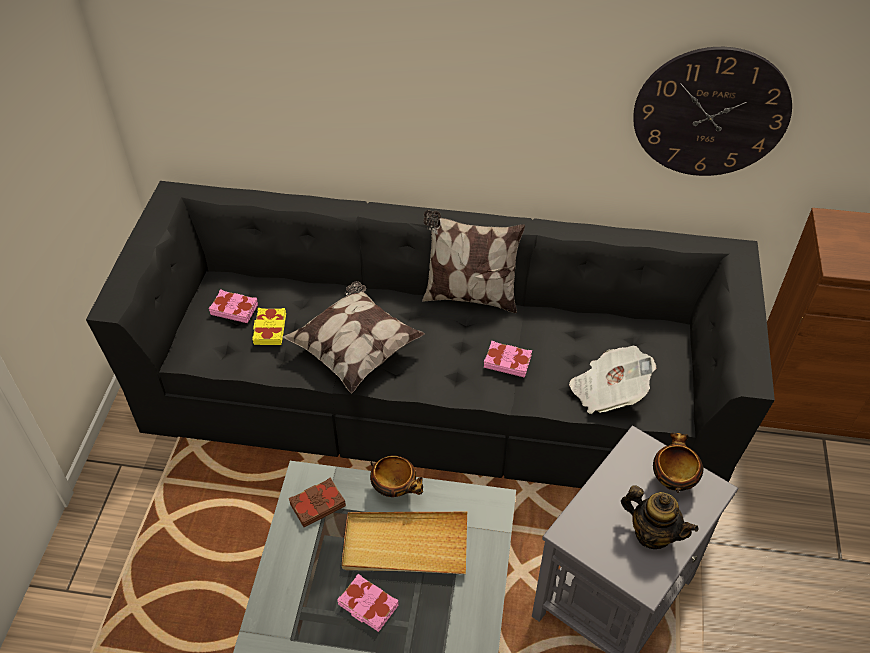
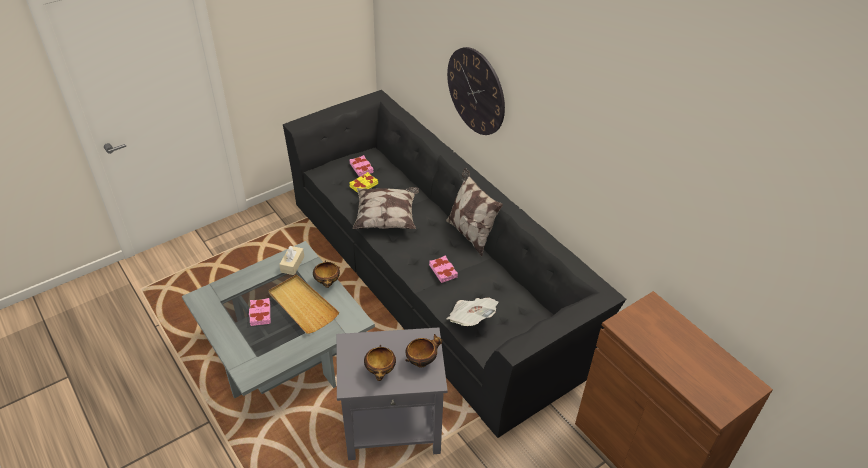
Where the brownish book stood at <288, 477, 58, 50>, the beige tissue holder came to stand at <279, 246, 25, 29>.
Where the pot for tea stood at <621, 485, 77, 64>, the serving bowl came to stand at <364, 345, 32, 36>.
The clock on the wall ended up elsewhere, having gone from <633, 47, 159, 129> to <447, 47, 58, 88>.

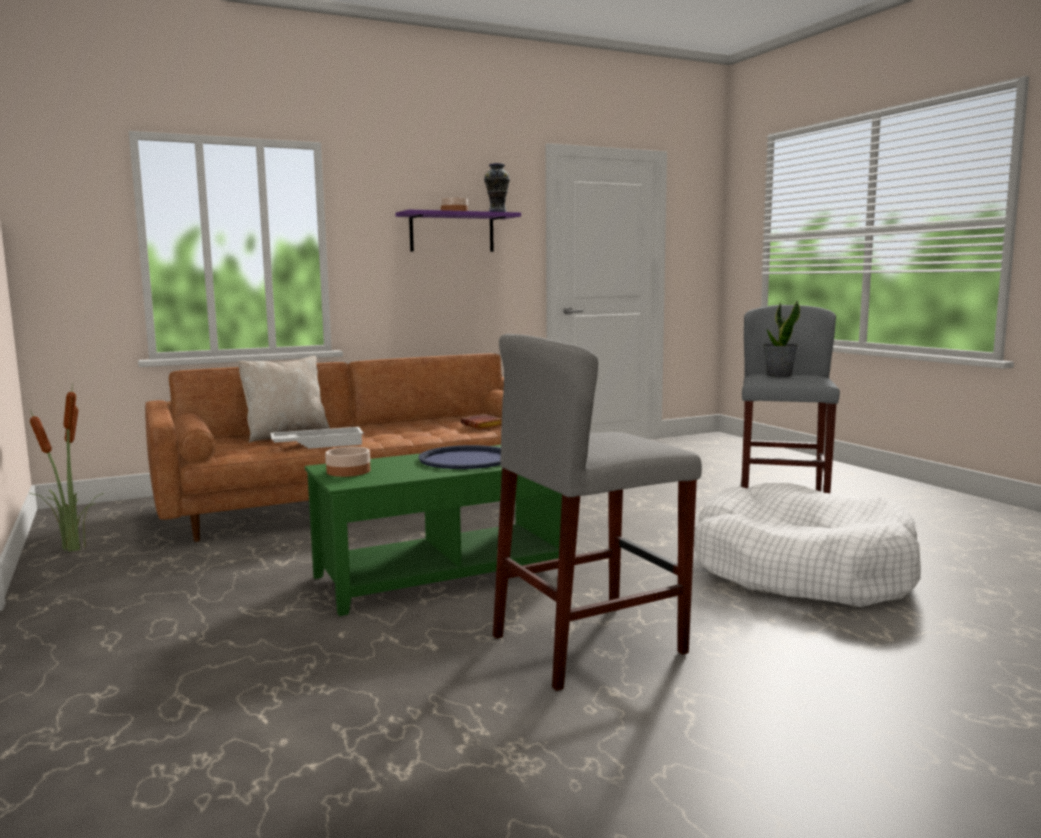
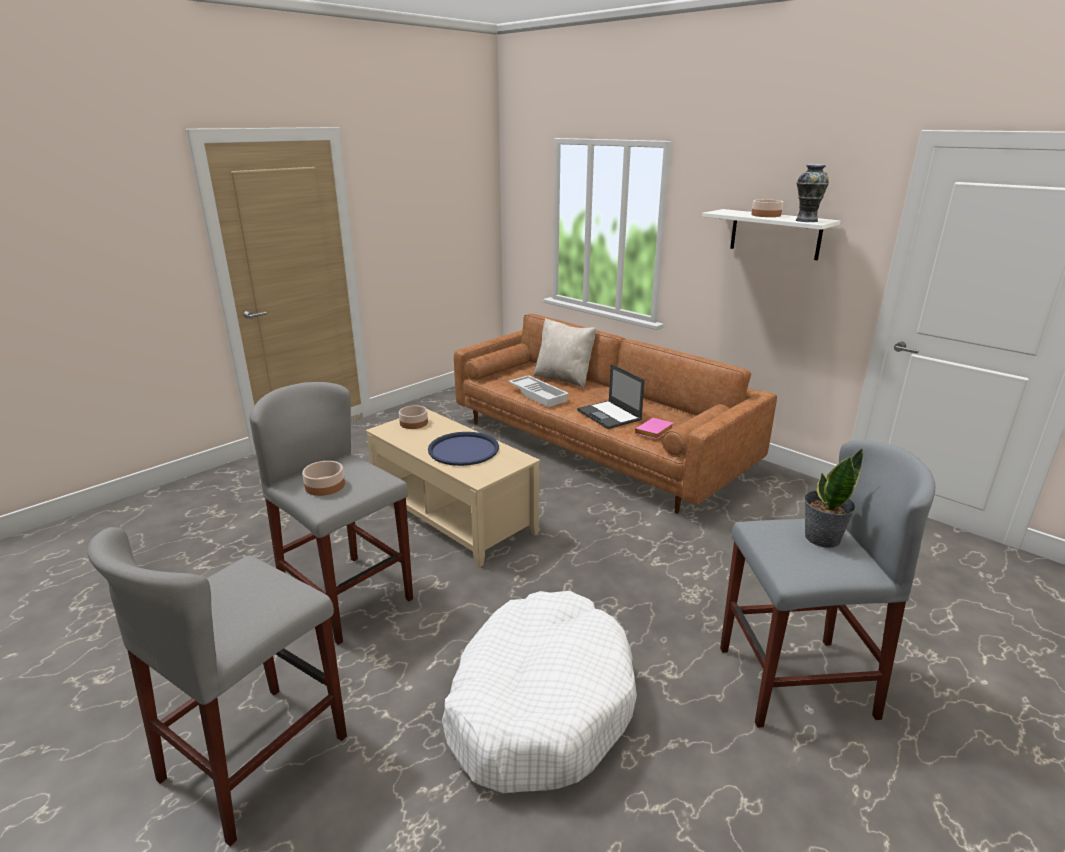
The second view gained the grey stool seat at <87, 527, 260, 319>.
The second view gained the serving bowl at <302, 461, 43, 35>.
What was the green coffee table at <305, 445, 257, 171> turned into the beige coffee table at <366, 409, 174, 158>.
The second view gained the notebook computer at <577, 364, 68, 65>.
What was the brownish book at <461, 414, 41, 16> turned into the pink-coloured book at <635, 418, 38, 21>.
What was the purple-coloured shelf at <396, 209, 125, 43> turned into the white-coloured shelf at <702, 209, 138, 51>.
The second view lost the plant in a pot at <29, 383, 75, 169>.

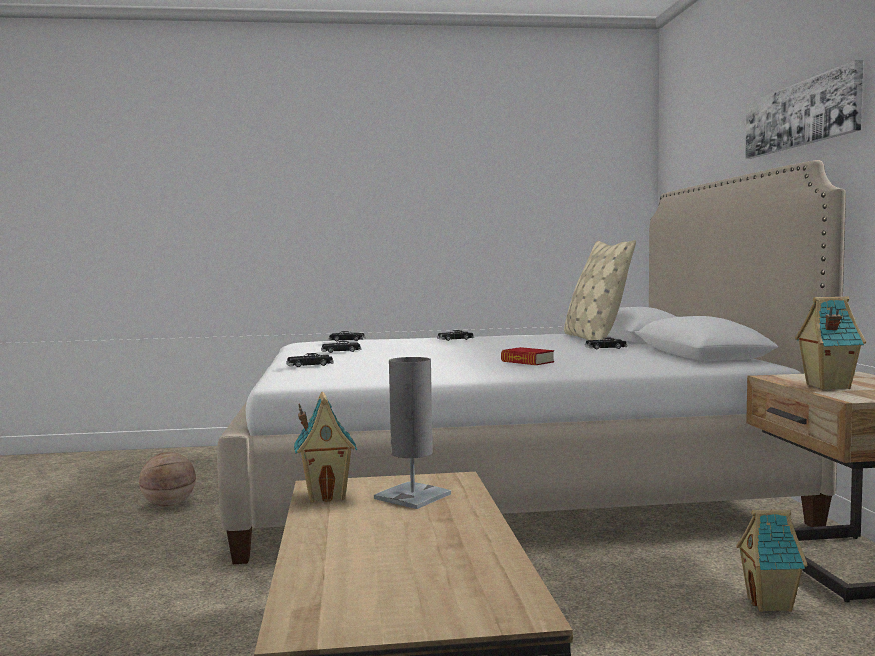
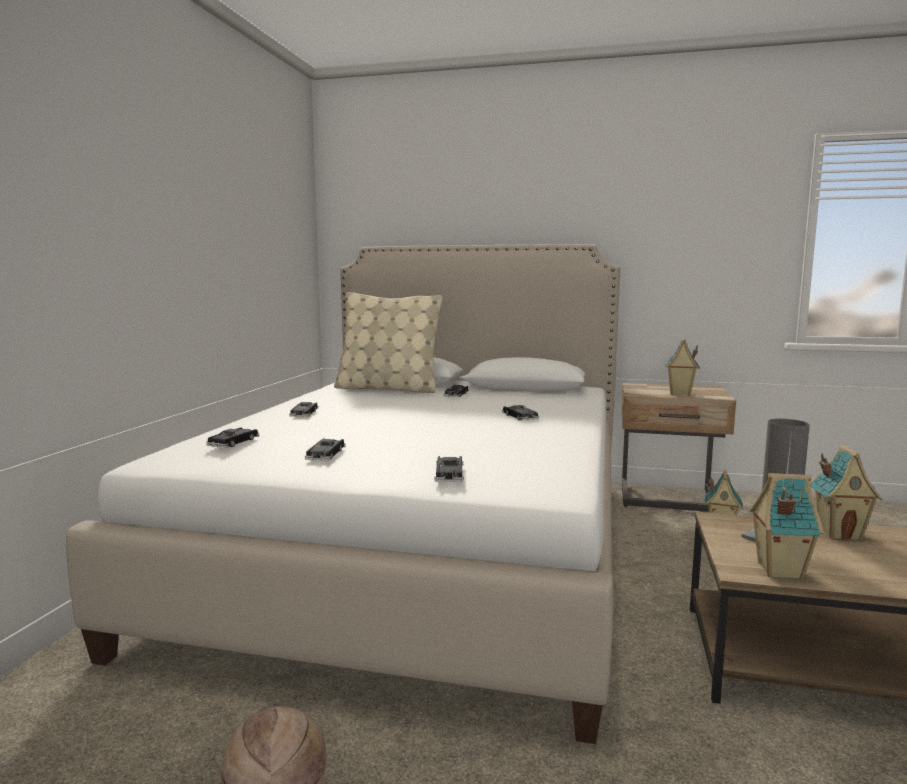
Where the book stood at <501, 347, 53, 18>, the blackish toy car came to stand at <502, 405, 37, 15>.
The second view gained the toy house at <810, 445, 72, 96>.
The second view lost the picture at <745, 60, 119, 98>.

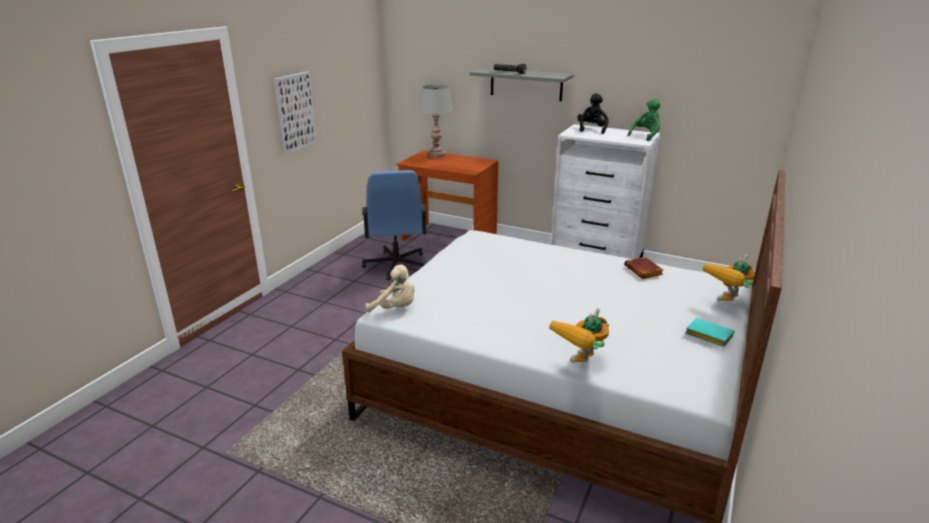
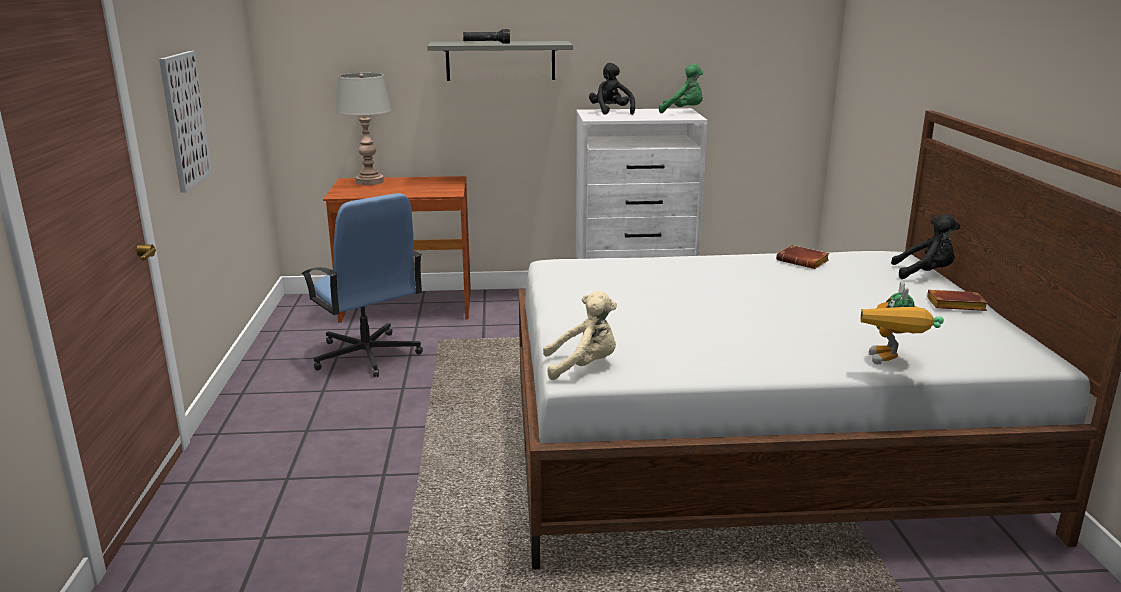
The green cuddly toy at <628, 99, 33, 42> ended up facing another way, 90 degrees clockwise from before.
Where the toy robot stood at <703, 254, 52, 47>, the blackish cuddly toy came to stand at <891, 214, 69, 65>.
What was the turquoise book at <685, 318, 49, 29> turned into the brownish book at <927, 290, 61, 21>.

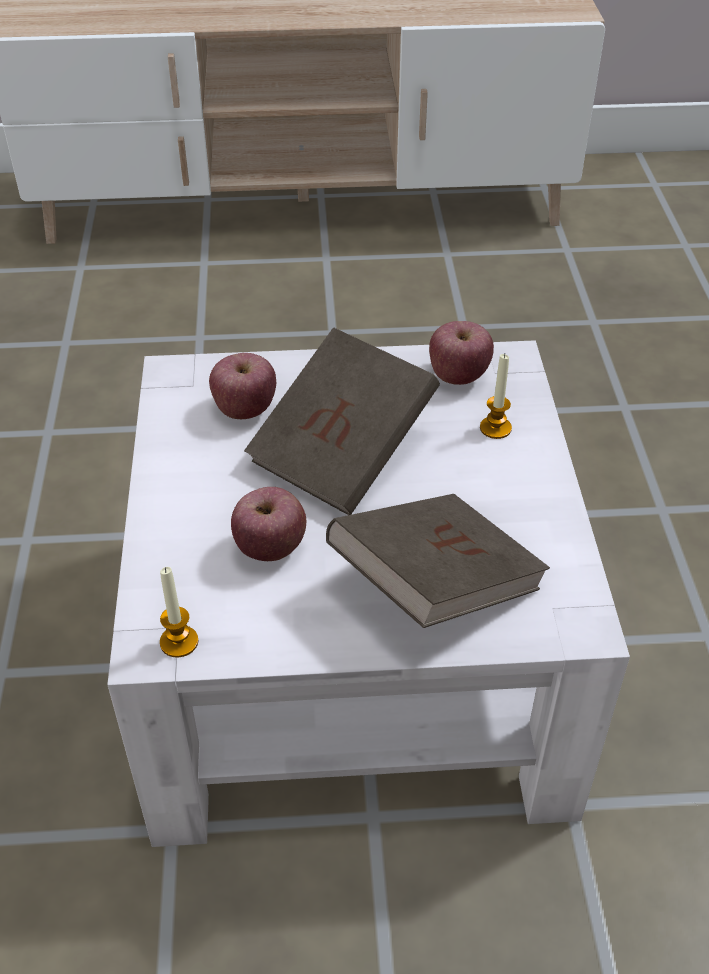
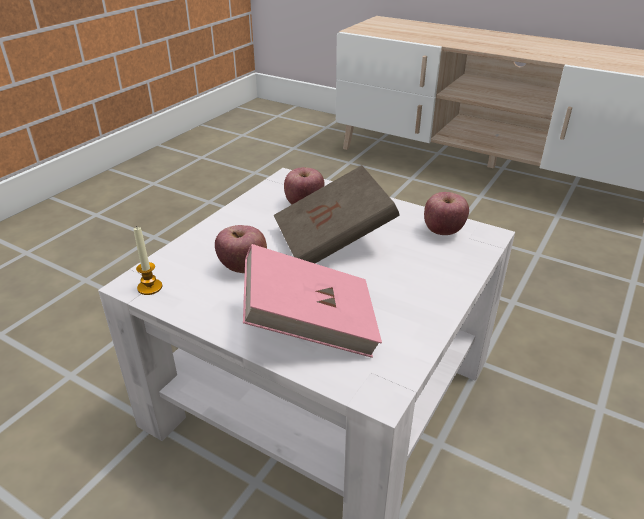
What was the brownish book at <326, 494, 224, 134> turned into the pink-coloured book at <243, 244, 139, 114>.
The second view lost the wax light at <480, 354, 32, 85>.

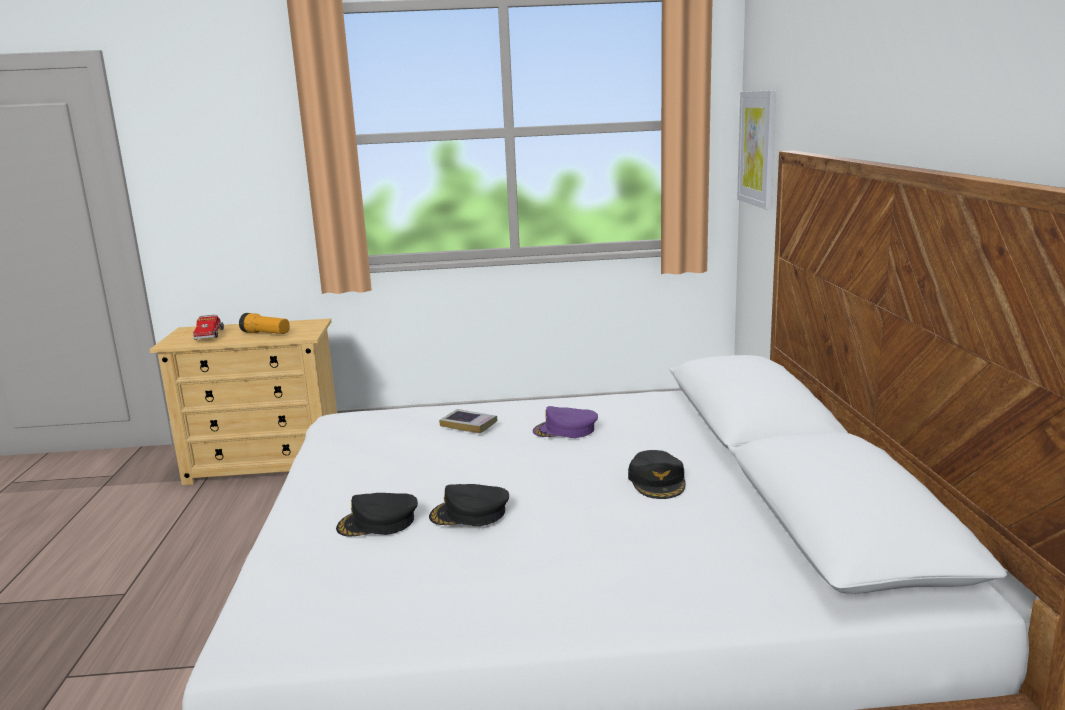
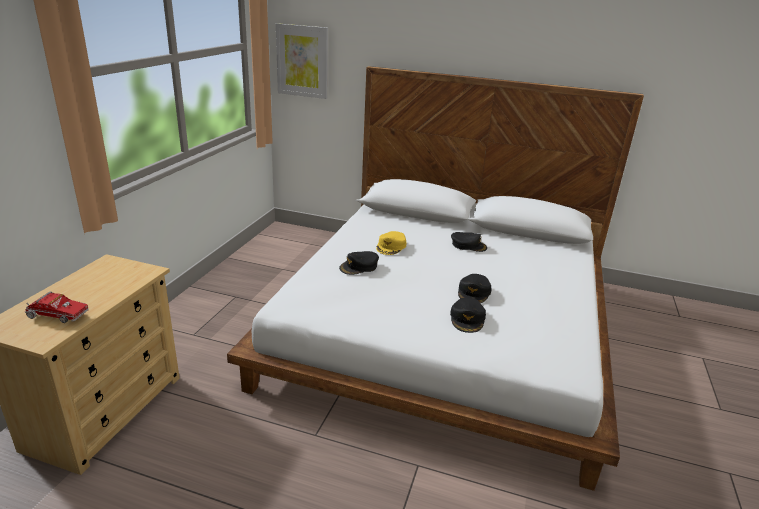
Where the book stood at <439, 409, 59, 25>, the blackish cap came to stand at <339, 251, 40, 24>.
What was the purple-coloured cap at <533, 406, 65, 32> turned into the yellow cap at <376, 231, 31, 24>.
The second view lost the flashlight at <239, 313, 51, 21>.

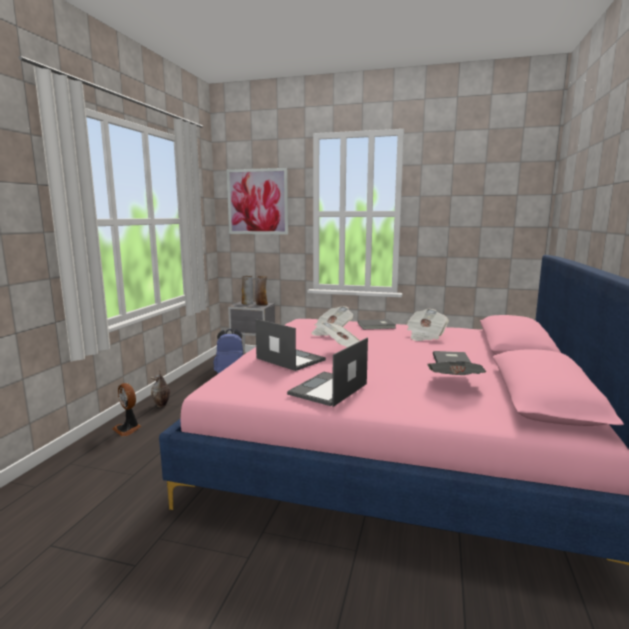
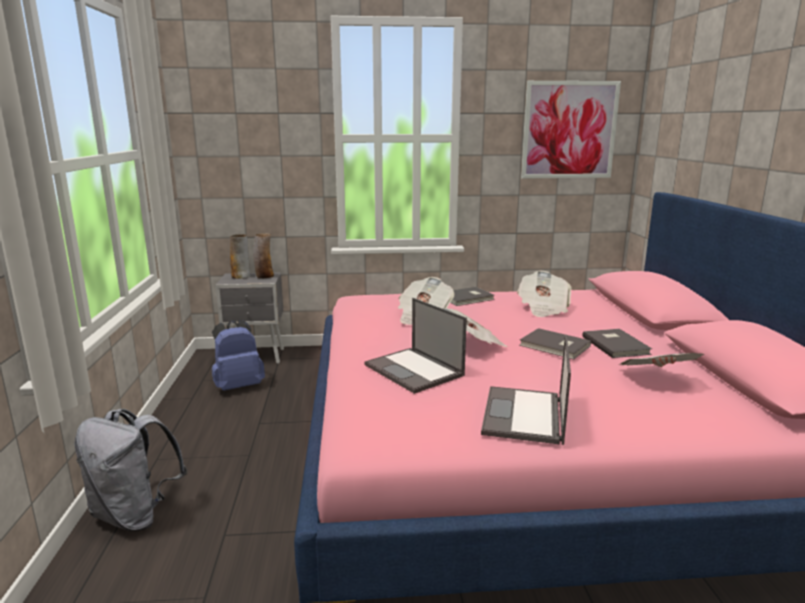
Where the fan stood at <113, 383, 28, 54>, the grey backpack came to stand at <74, 409, 113, 122>.
The notebook computer at <255, 319, 71, 52> ended up facing another way, 150 degrees counterclockwise from before.
The second view gained the grey book at <519, 328, 72, 31>.
The picture ended up elsewhere, having gone from <227, 168, 61, 67> to <521, 81, 100, 97>.
The second view lost the flower vase at <151, 370, 19, 37>.

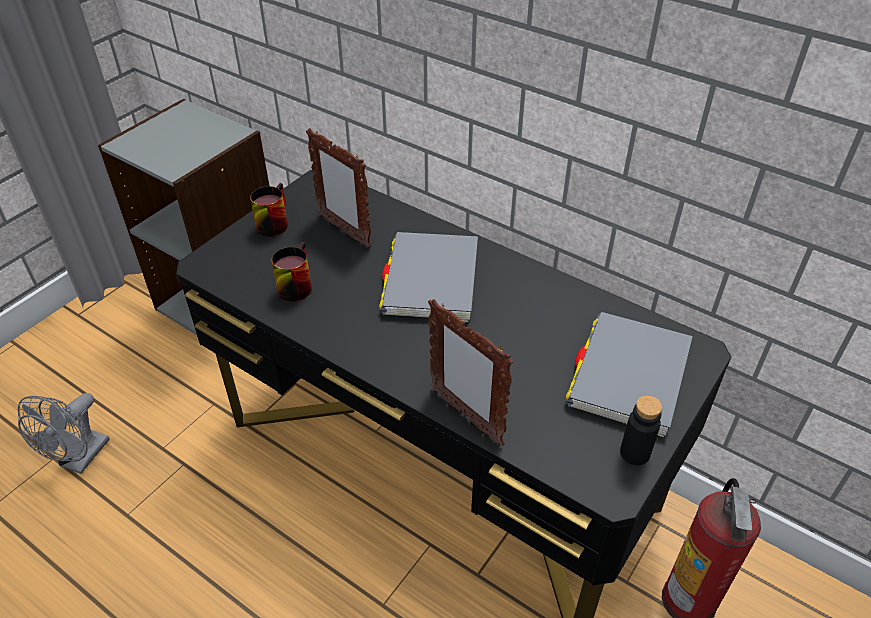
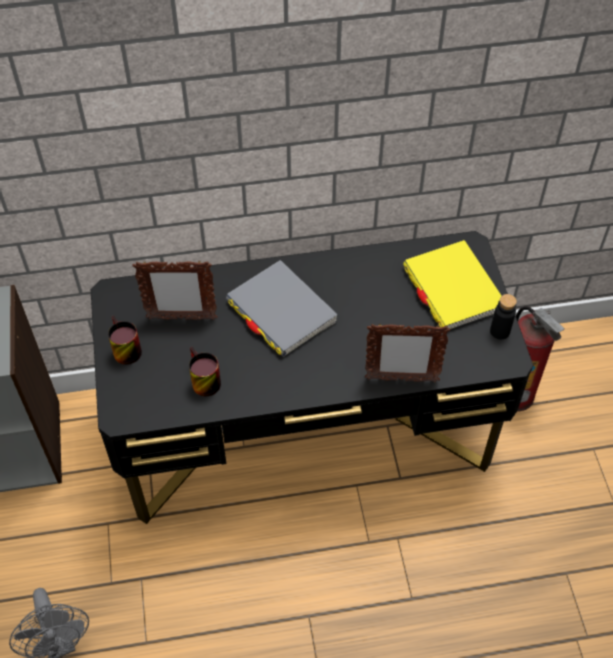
What was the grey book at <566, 312, 127, 125> turned into the yellow book at <403, 240, 99, 89>.

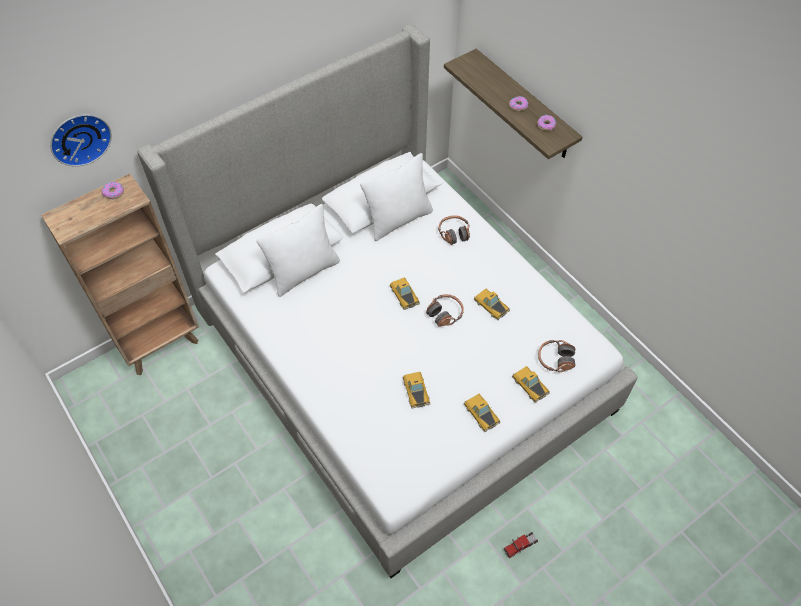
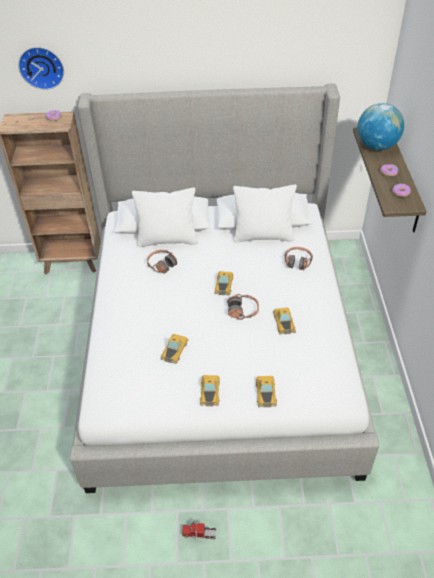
The headphones ended up elsewhere, having gone from <538, 340, 37, 32> to <147, 250, 30, 24>.
The second view gained the globe at <357, 103, 47, 47>.

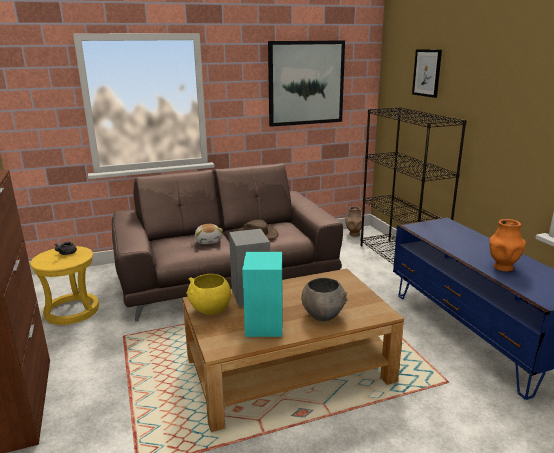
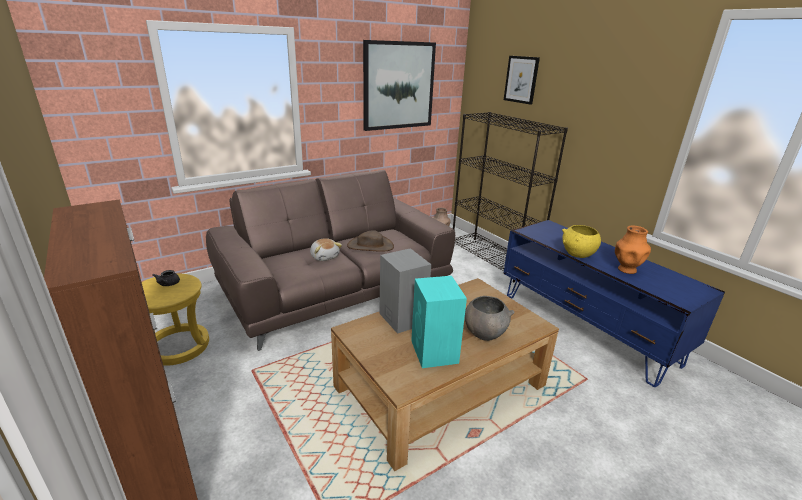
The yellow serving bowl ended up elsewhere, having gone from <187, 274, 44, 41> to <562, 225, 39, 33>.

